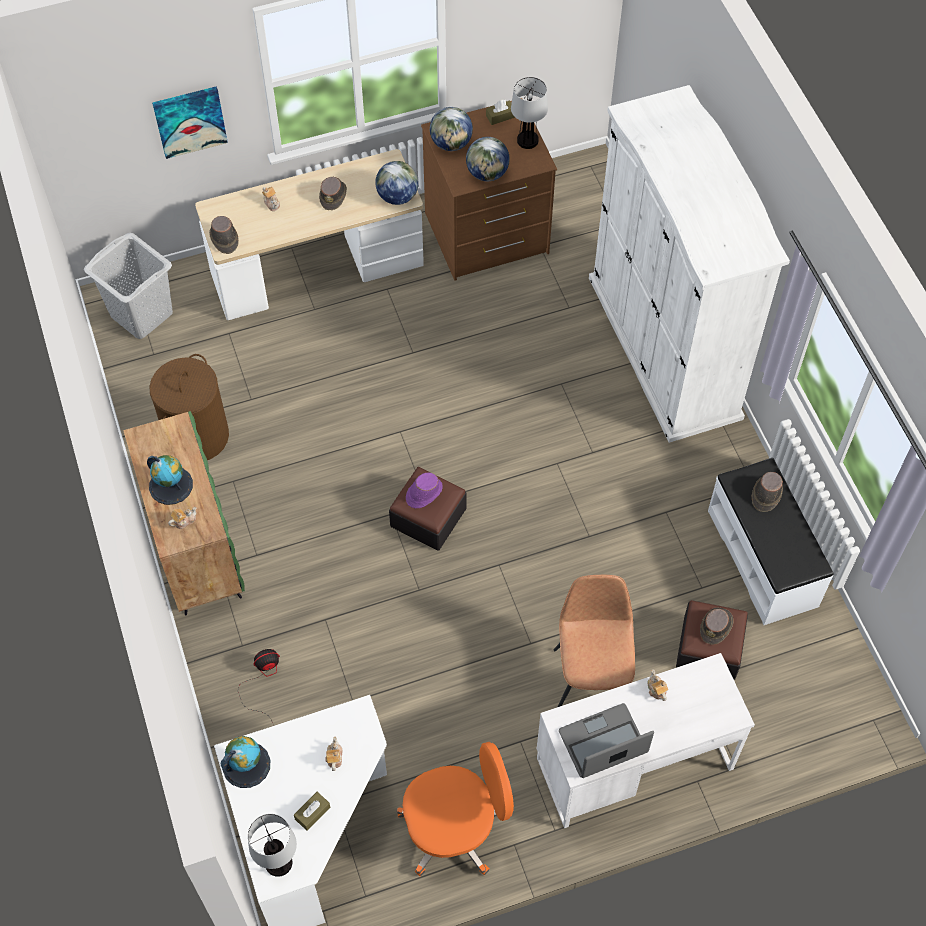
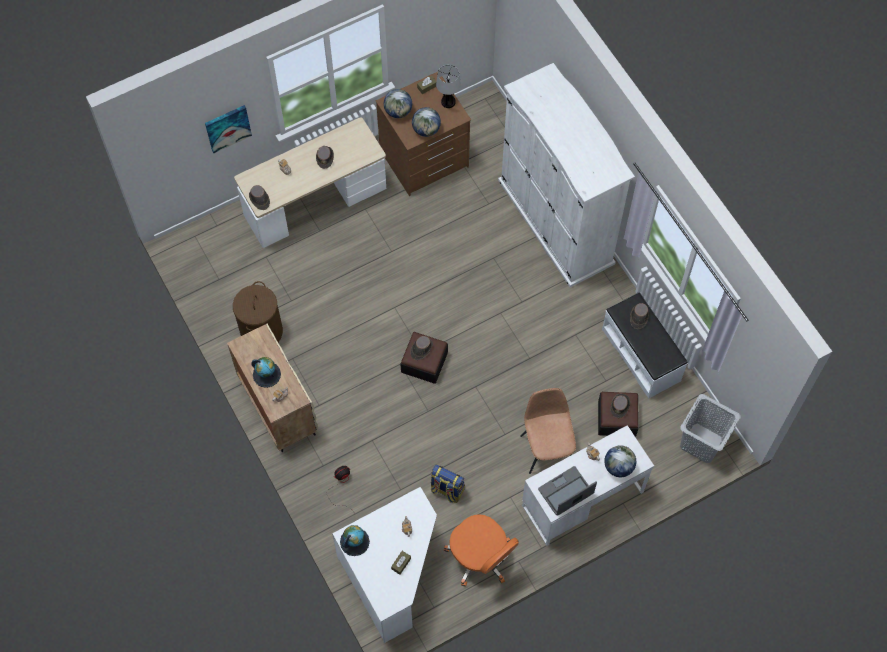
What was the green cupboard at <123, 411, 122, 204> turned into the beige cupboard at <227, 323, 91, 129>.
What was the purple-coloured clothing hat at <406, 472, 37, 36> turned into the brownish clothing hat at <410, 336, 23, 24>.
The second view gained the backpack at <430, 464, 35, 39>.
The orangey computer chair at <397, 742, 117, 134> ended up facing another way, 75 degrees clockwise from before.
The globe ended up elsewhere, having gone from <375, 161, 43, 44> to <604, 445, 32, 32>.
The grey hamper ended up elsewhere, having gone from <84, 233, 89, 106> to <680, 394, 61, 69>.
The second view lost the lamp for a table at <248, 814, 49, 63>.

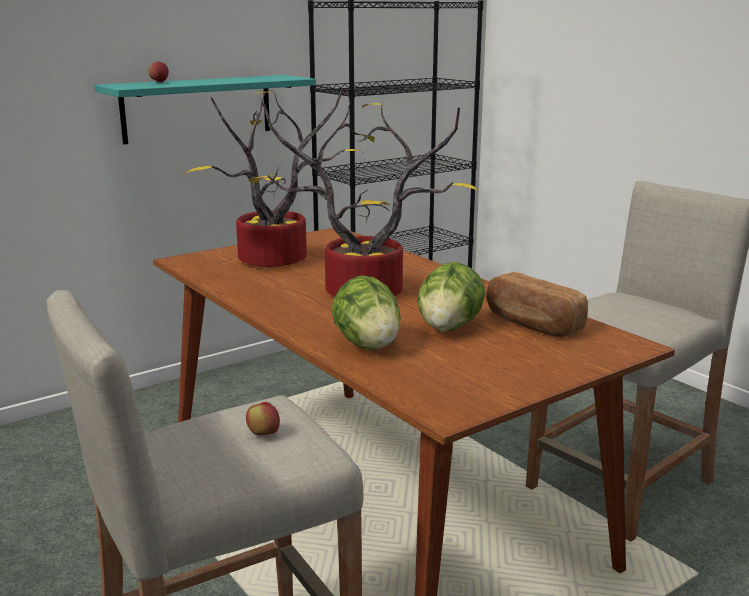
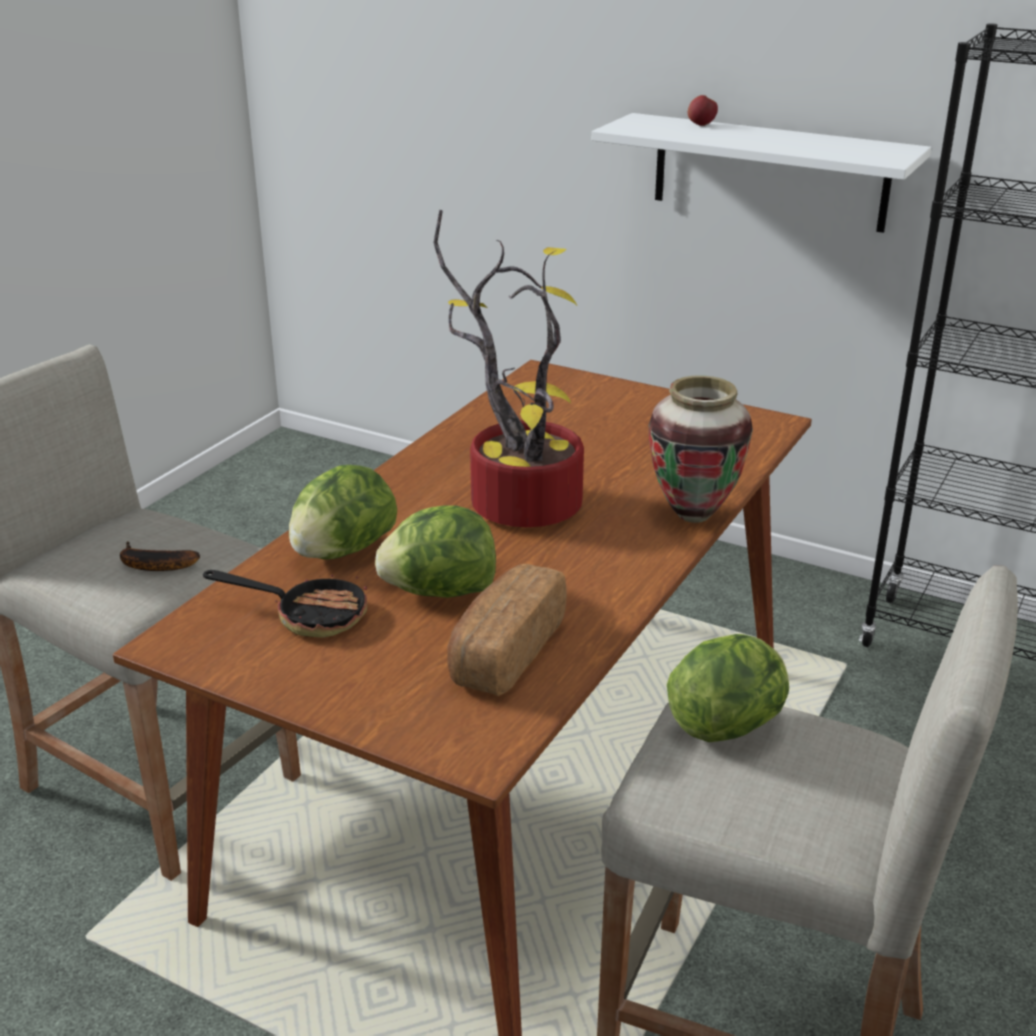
Where the apple fruit stood at <246, 402, 34, 33>, the banana fruit came to stand at <120, 541, 80, 30>.
The second view gained the frying pan at <203, 570, 164, 68>.
What was the turquoise shelf at <94, 75, 222, 69> turned into the white-coloured shelf at <592, 113, 339, 120>.
The second view gained the flower vase at <649, 375, 104, 148>.
The second view gained the head of lettuce at <667, 634, 122, 108>.
The second view lost the plant in a pot at <183, 88, 176, 179>.

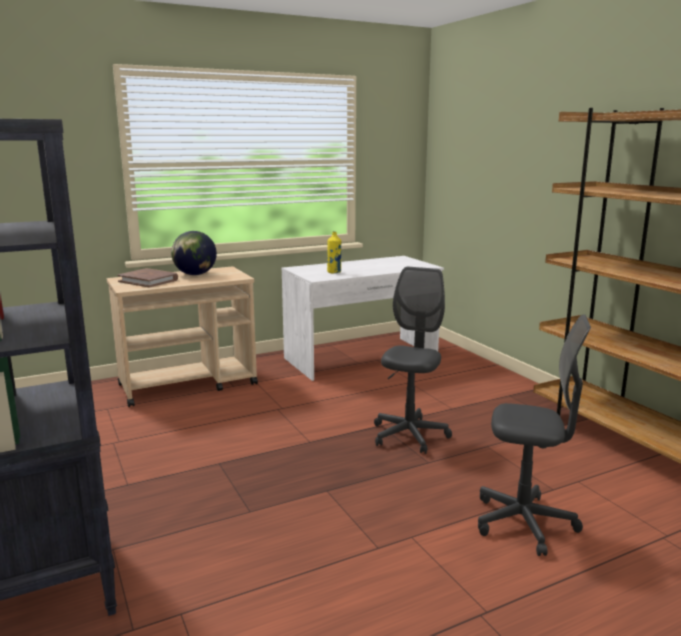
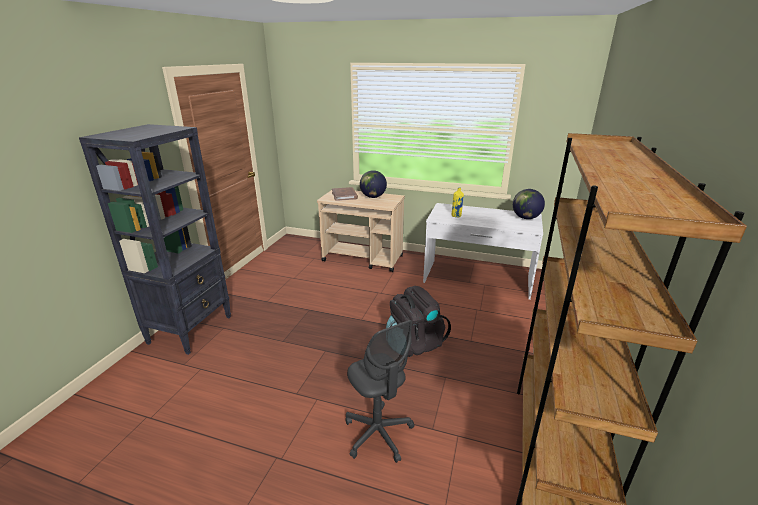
Where the grey computer chair stood at <374, 267, 78, 187>, the blackish backpack came to stand at <386, 286, 65, 71>.
The second view gained the globe at <513, 189, 32, 30>.

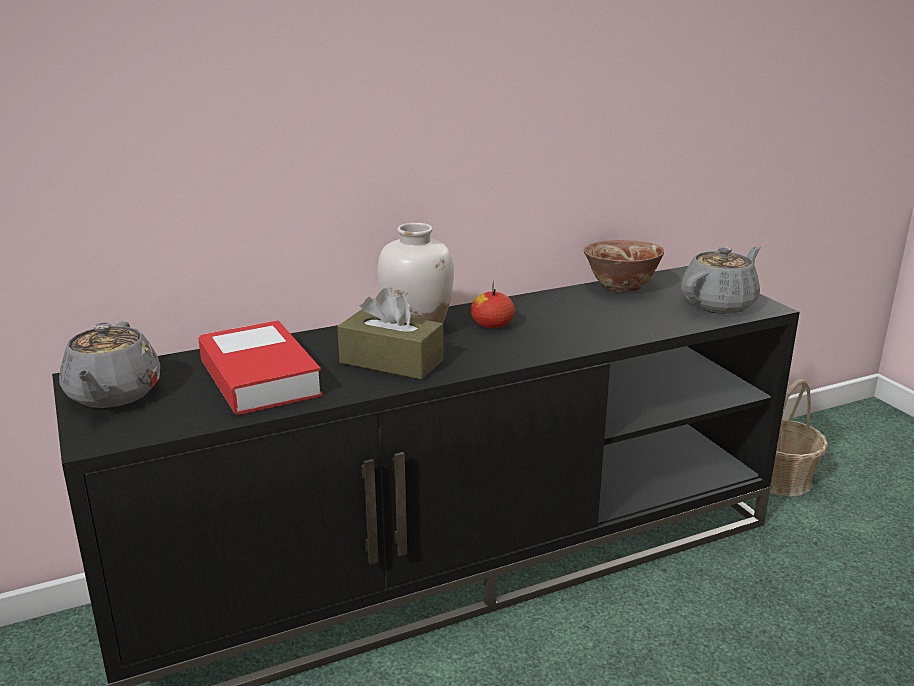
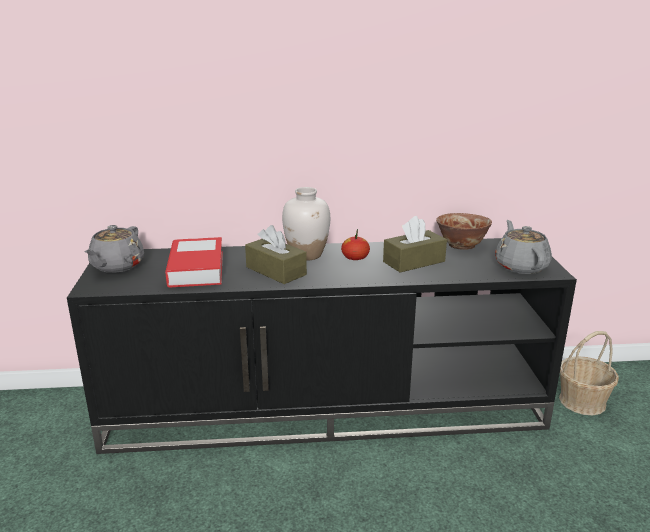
The second view gained the brownish tissue holder at <383, 216, 64, 57>.
The grey pot for tea at <681, 246, 80, 68> ended up facing another way, 75 degrees counterclockwise from before.

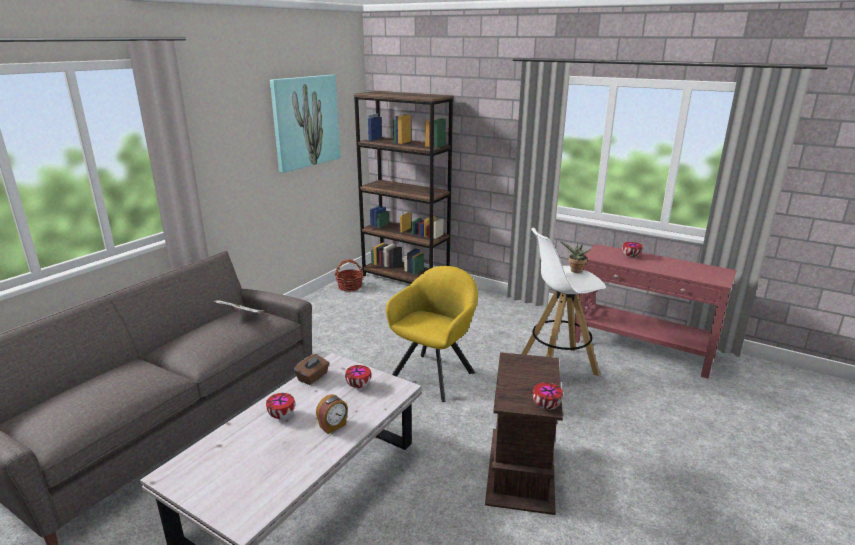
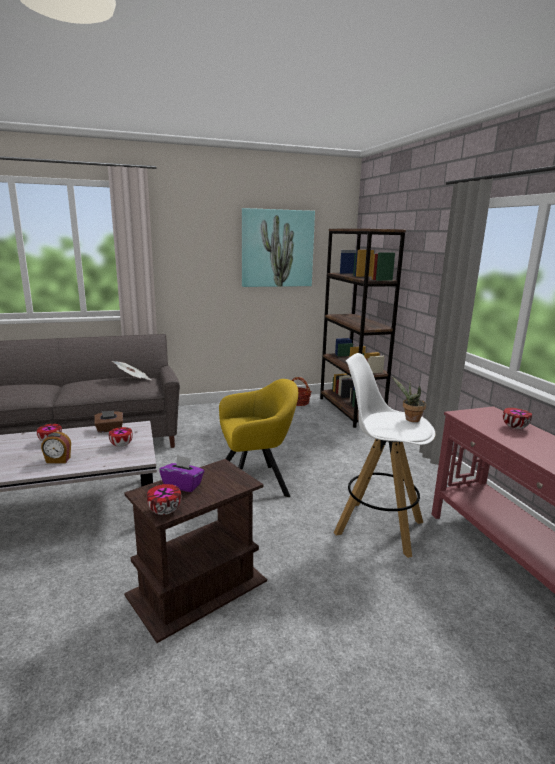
The second view gained the purple-coloured tissue holder at <159, 455, 45, 37>.

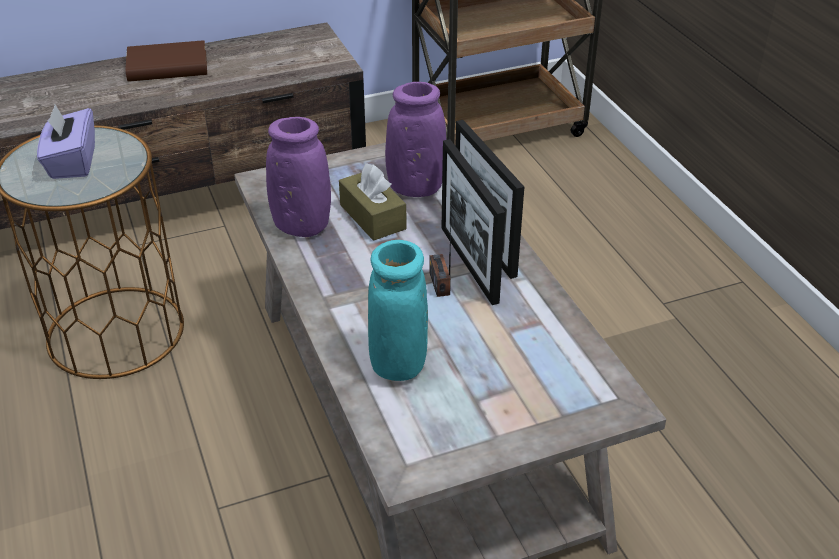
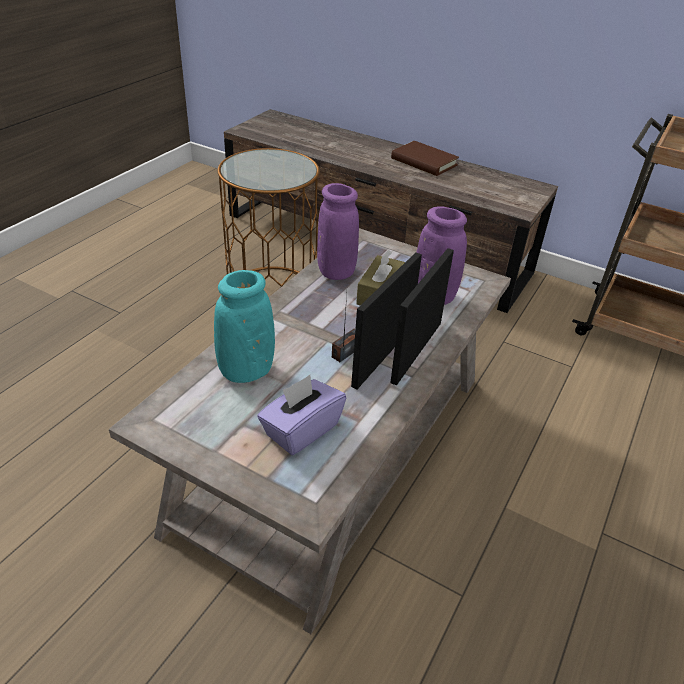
The purple-coloured tissue holder ended up elsewhere, having gone from <37, 104, 58, 75> to <257, 375, 89, 80>.

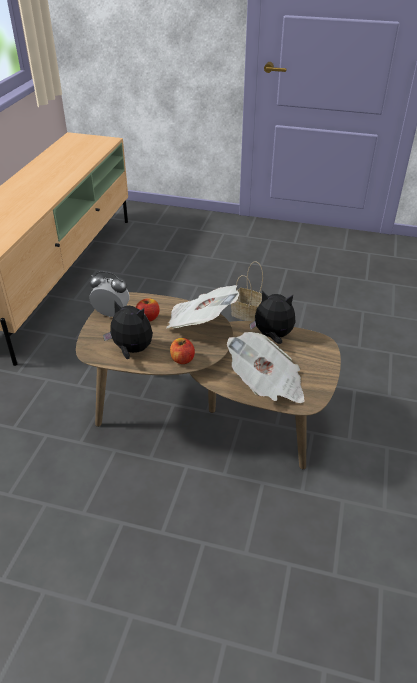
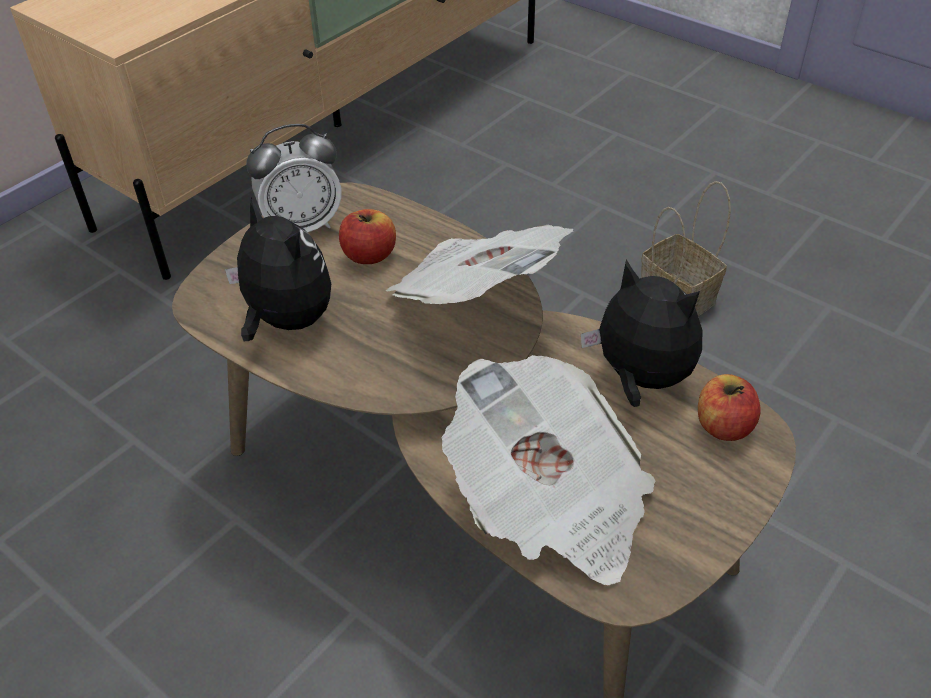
The alarm clock at <90, 271, 40, 46> ended up facing another way, 120 degrees clockwise from before.
The apple fruit ended up elsewhere, having gone from <170, 338, 25, 26> to <698, 374, 63, 67>.

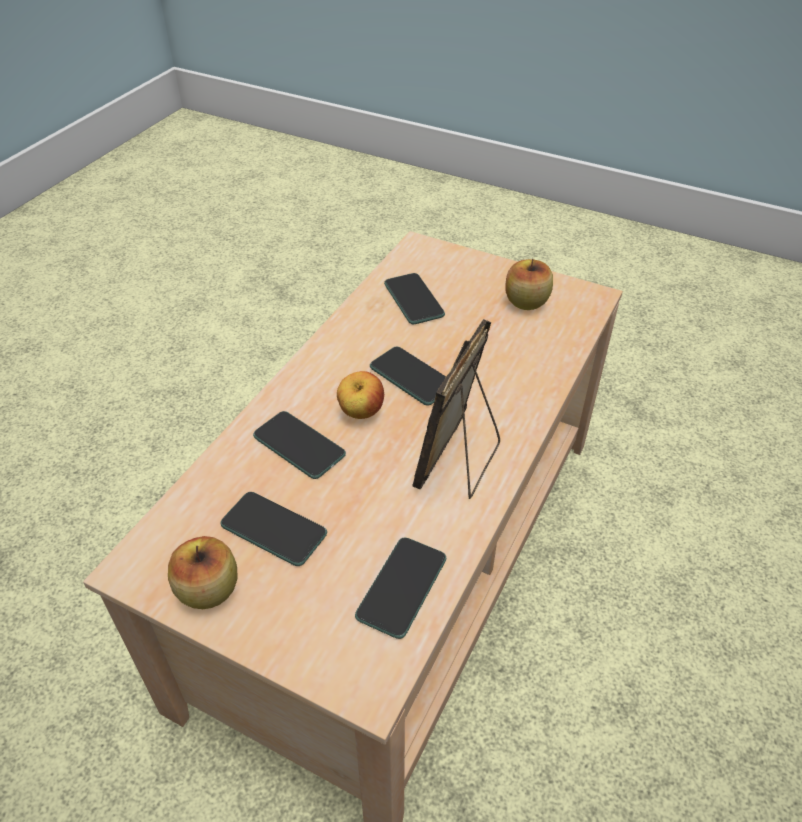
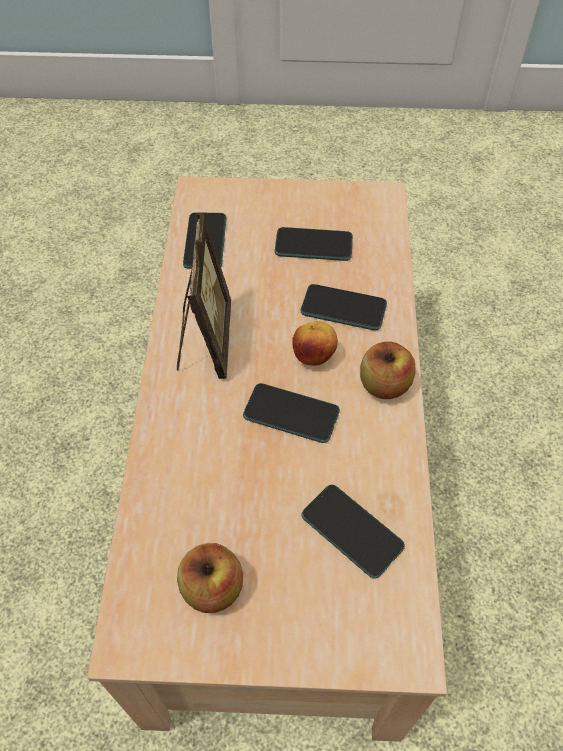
The apple fruit ended up elsewhere, having gone from <168, 536, 69, 73> to <360, 341, 56, 58>.

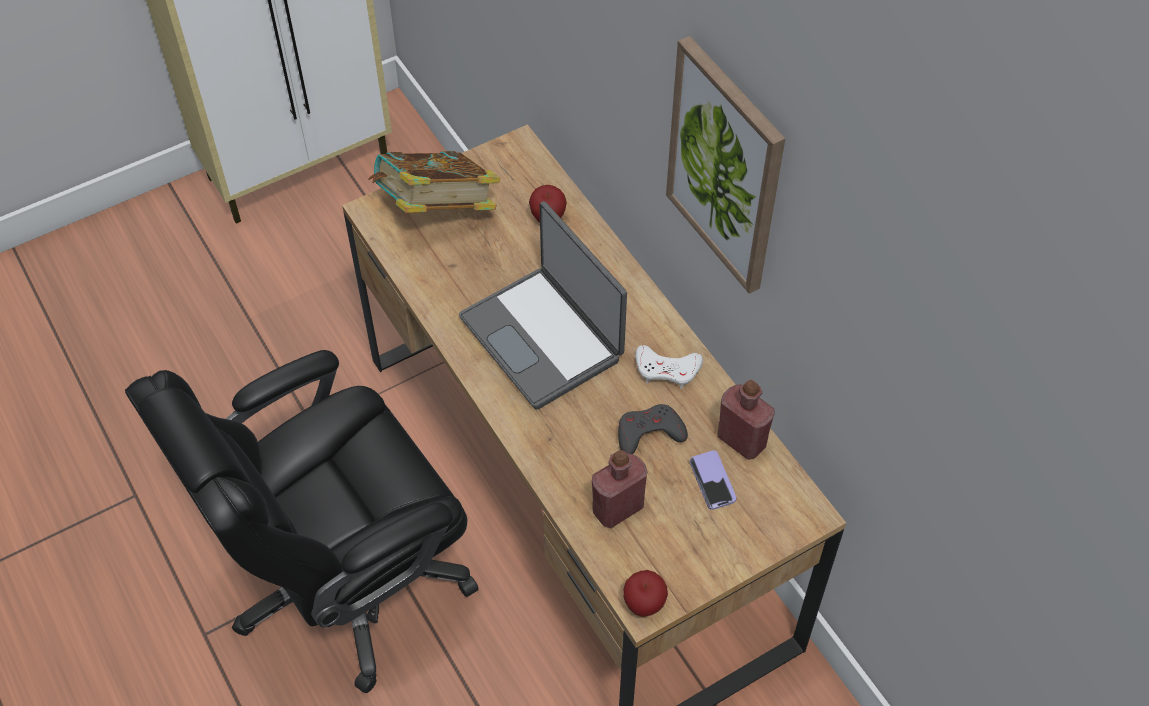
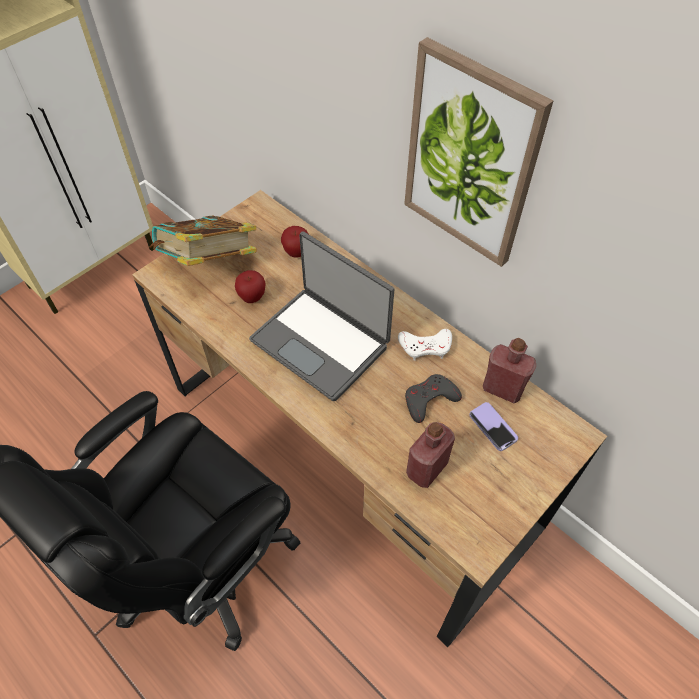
The apple fruit ended up elsewhere, having gone from <623, 570, 45, 47> to <235, 270, 31, 33>.

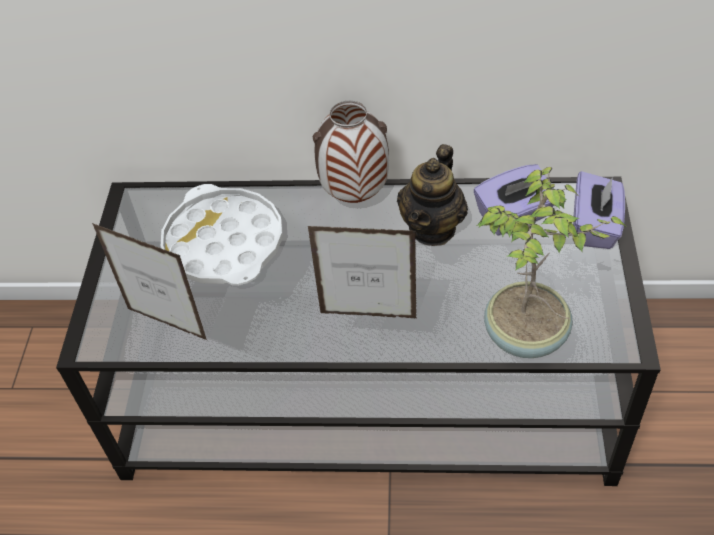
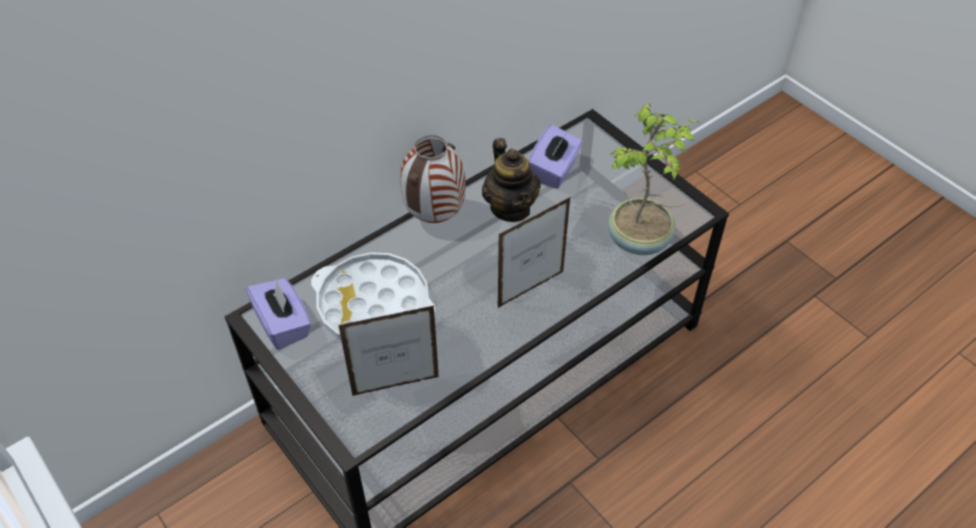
The purple-coloured tissue holder ended up elsewhere, having gone from <573, 171, 52, 78> to <246, 278, 66, 71>.

